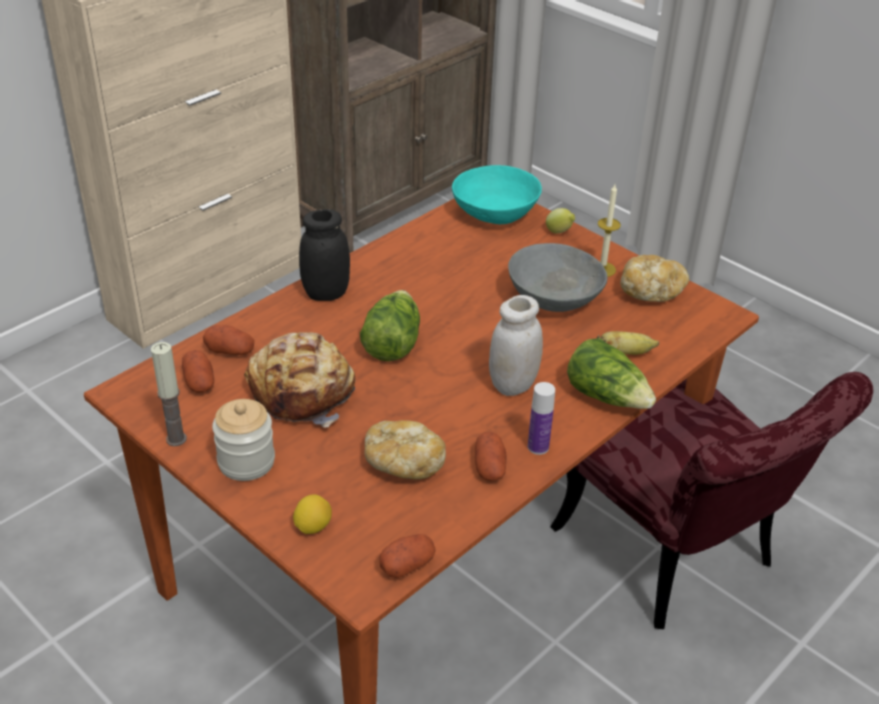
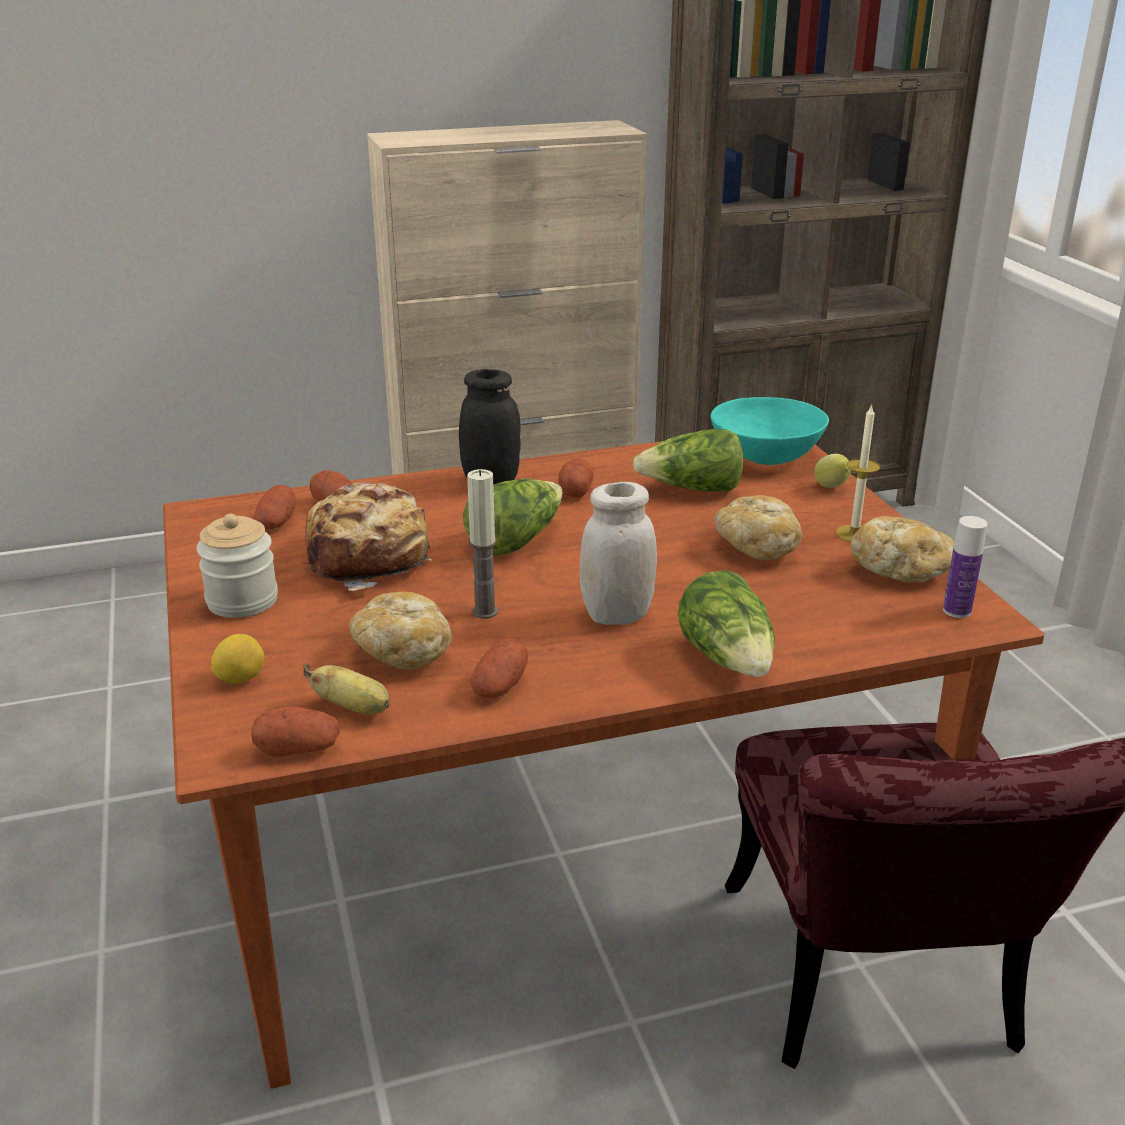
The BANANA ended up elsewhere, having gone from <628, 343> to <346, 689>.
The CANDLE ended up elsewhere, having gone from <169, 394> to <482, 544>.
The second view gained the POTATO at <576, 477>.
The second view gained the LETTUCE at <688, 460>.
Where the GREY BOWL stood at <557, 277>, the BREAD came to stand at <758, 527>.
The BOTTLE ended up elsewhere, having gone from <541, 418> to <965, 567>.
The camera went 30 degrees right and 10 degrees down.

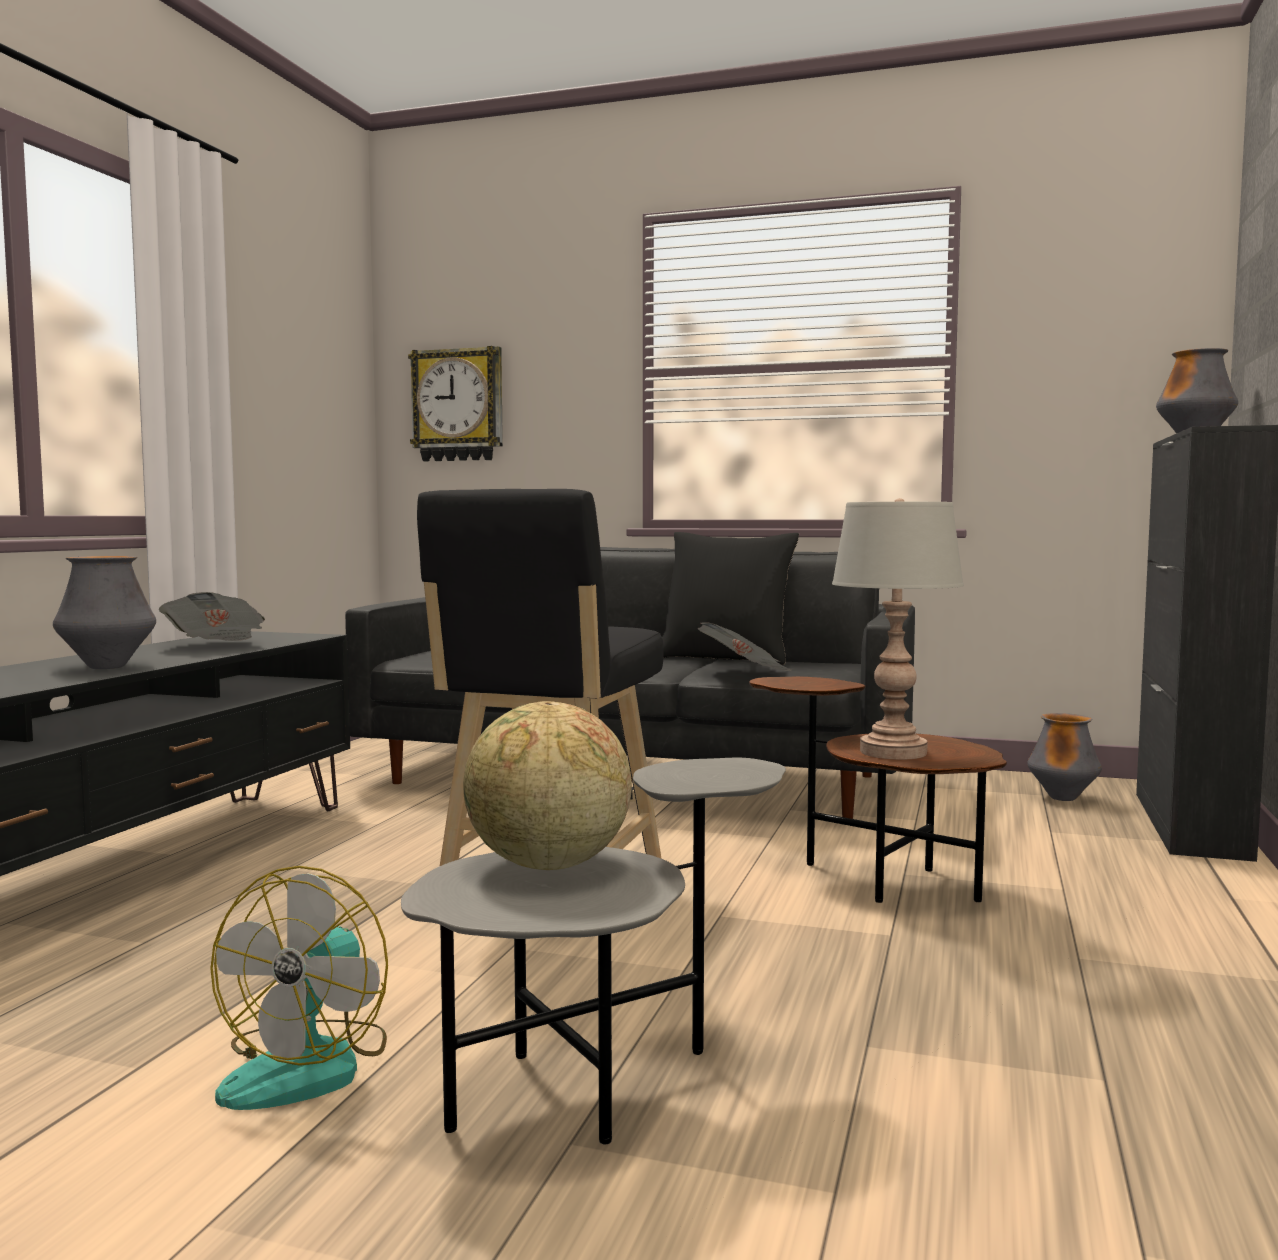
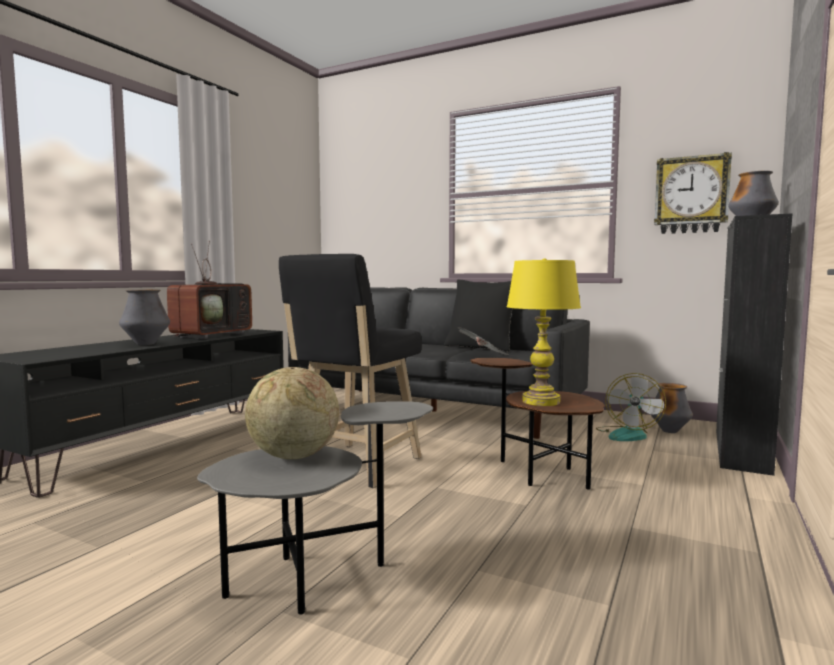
Where the NEWSPAPER stood at <212, 616>, the TELEVISION came to stand at <209, 290>.
What was the GREY TABLE LAMP at <898, 629> turned into the YELLOW TABLE LAMP at <544, 332>.
The FAN ended up elsewhere, having gone from <299, 988> to <631, 407>.
The WALL CLOCK ended up elsewhere, having gone from <455, 403> to <693, 193>.
The camera went 10 degrees right and 0 degrees up.

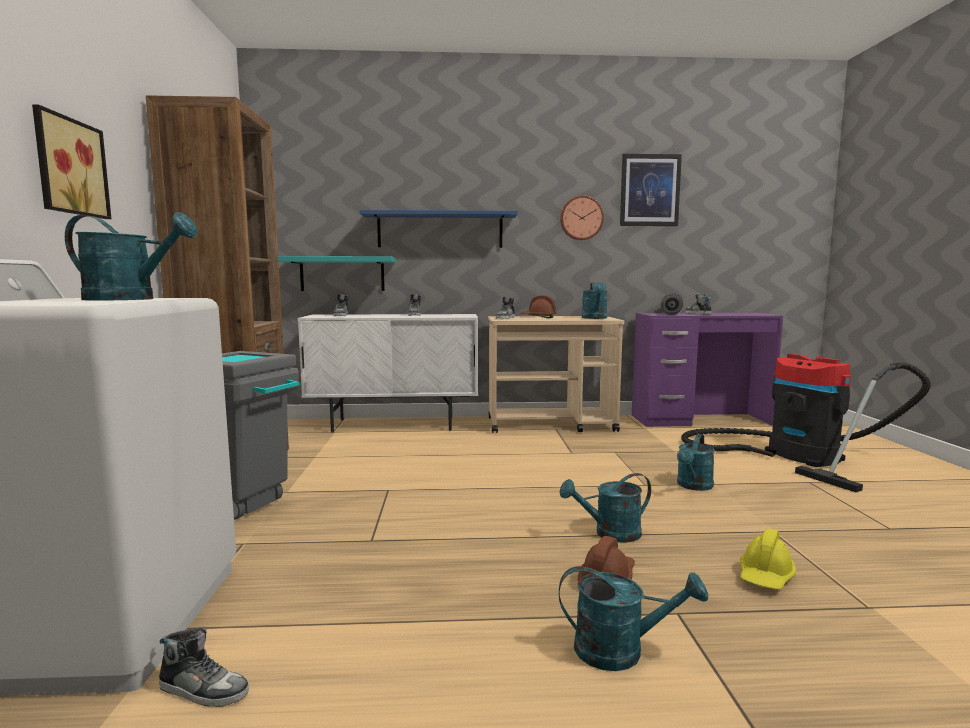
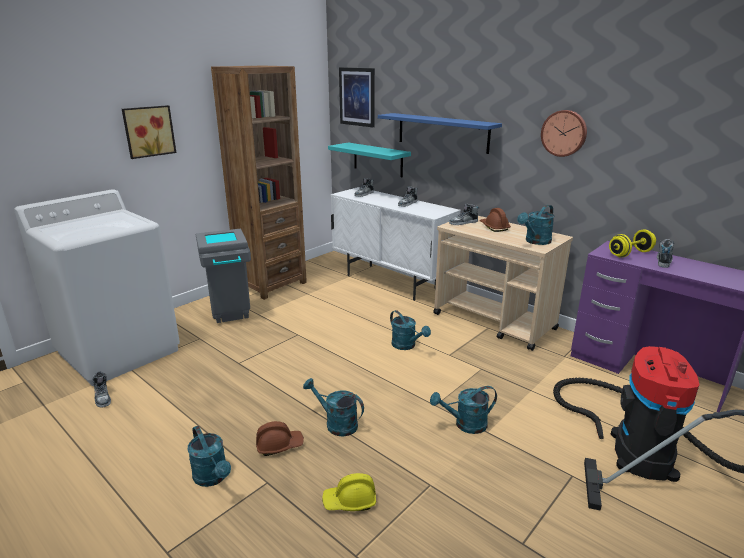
The PICTURE ended up elsewhere, having gone from <651, 190> to <357, 97>.
The TURQUOISE WATERING CAN ended up elsewhere, having gone from <131, 256> to <410, 330>.
What was the GREY DUMBBELL at <672, 304> turned into the YELLOW DUMBBELL at <632, 243>.
The camera went 45 degrees right and 15 degrees up.

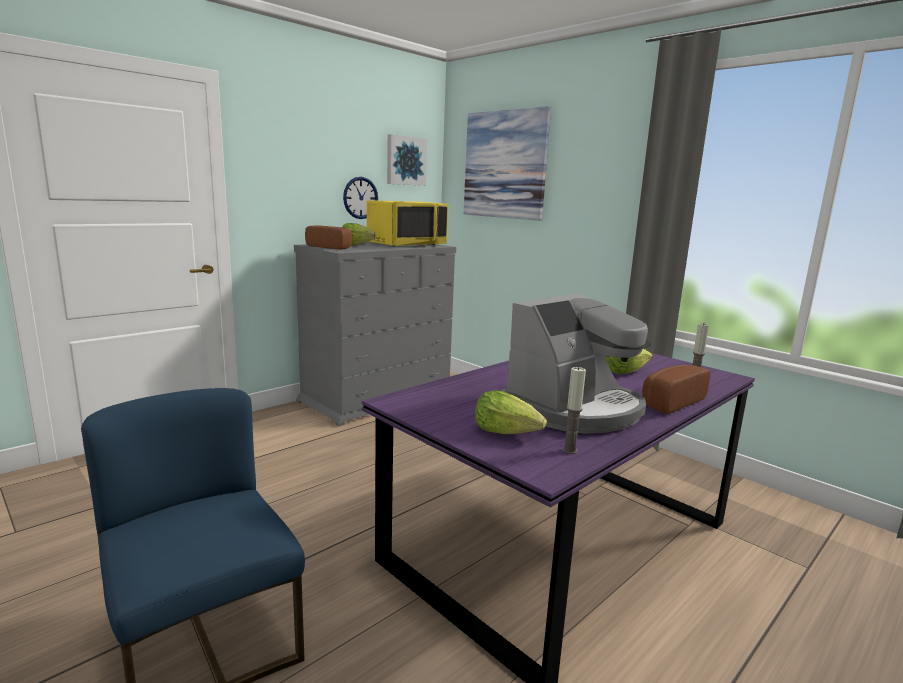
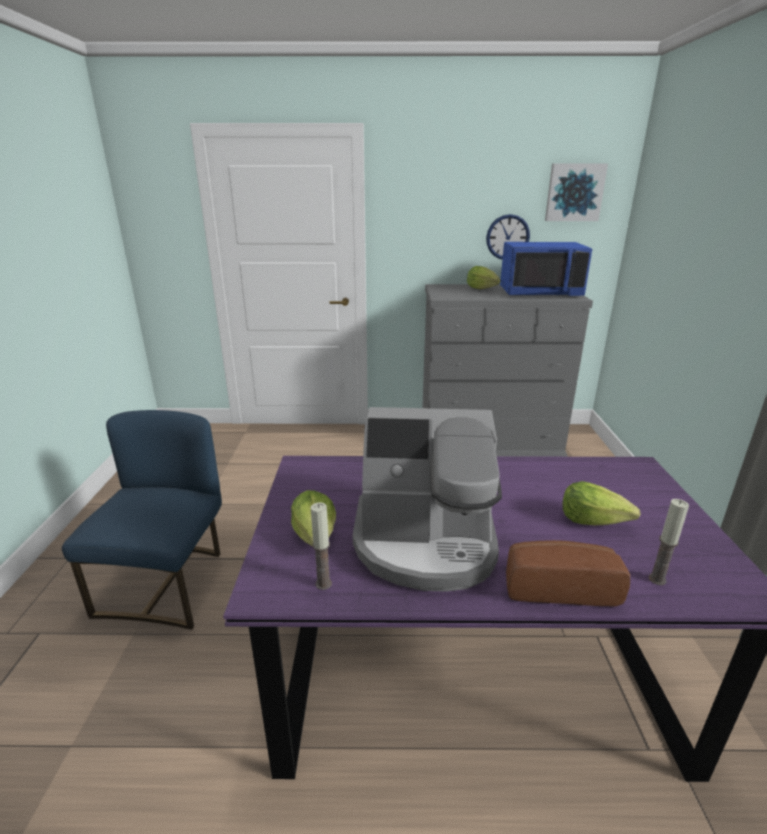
What was the YELLOW MICROWAVE at <407, 223> turned into the BLUE MICROWAVE at <546, 269>.
The second view lost the BREAD at <328, 237>.
The second view lost the PICTURE at <507, 163>.
The camera went 45 degrees right and 10 degrees up.

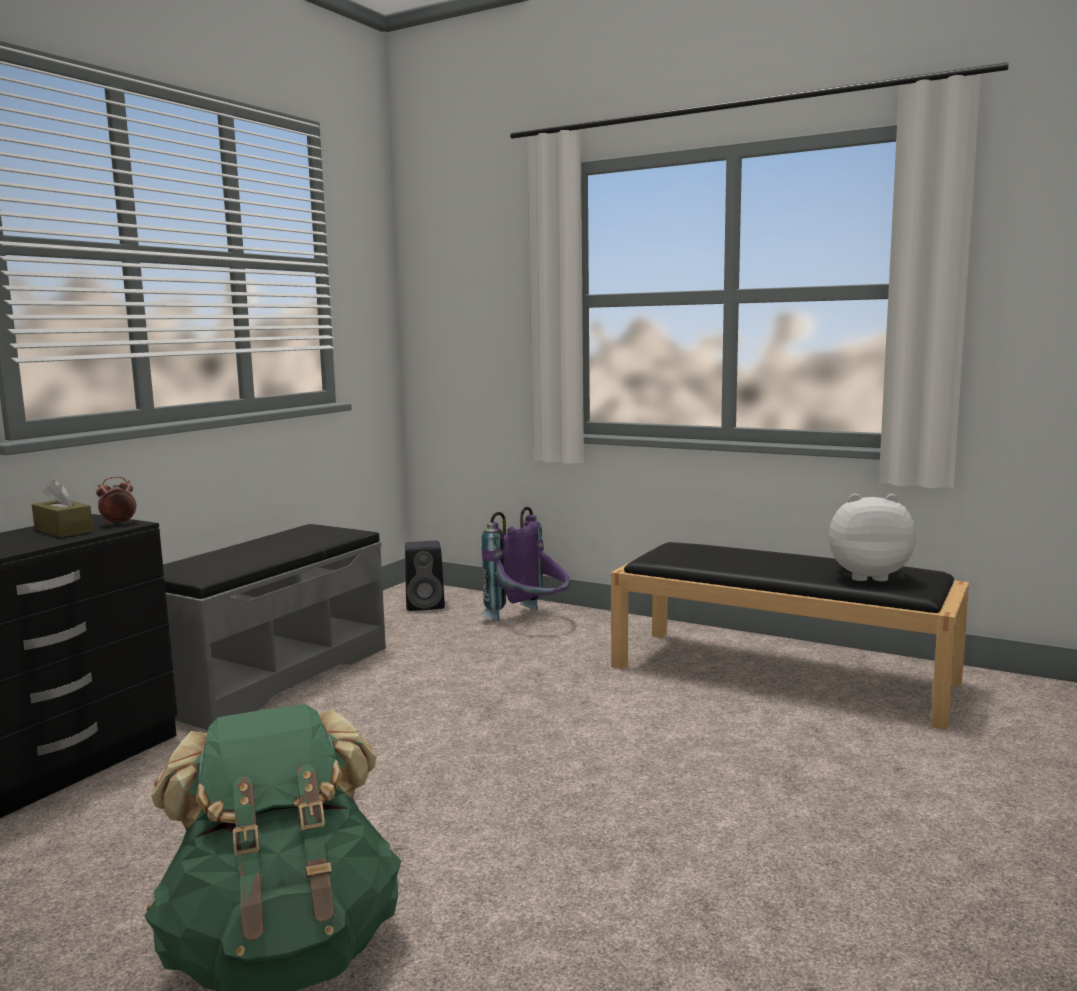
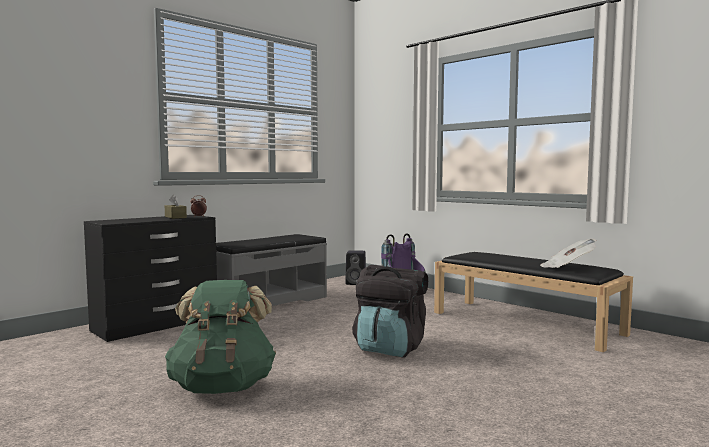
The second view gained the BLACK BACKPACK at <390, 311>.
Where the PLUSH TOY stood at <872, 537>, the NEWSPAPER came to stand at <568, 253>.
The camera went 15 degrees right and 5 degrees down.

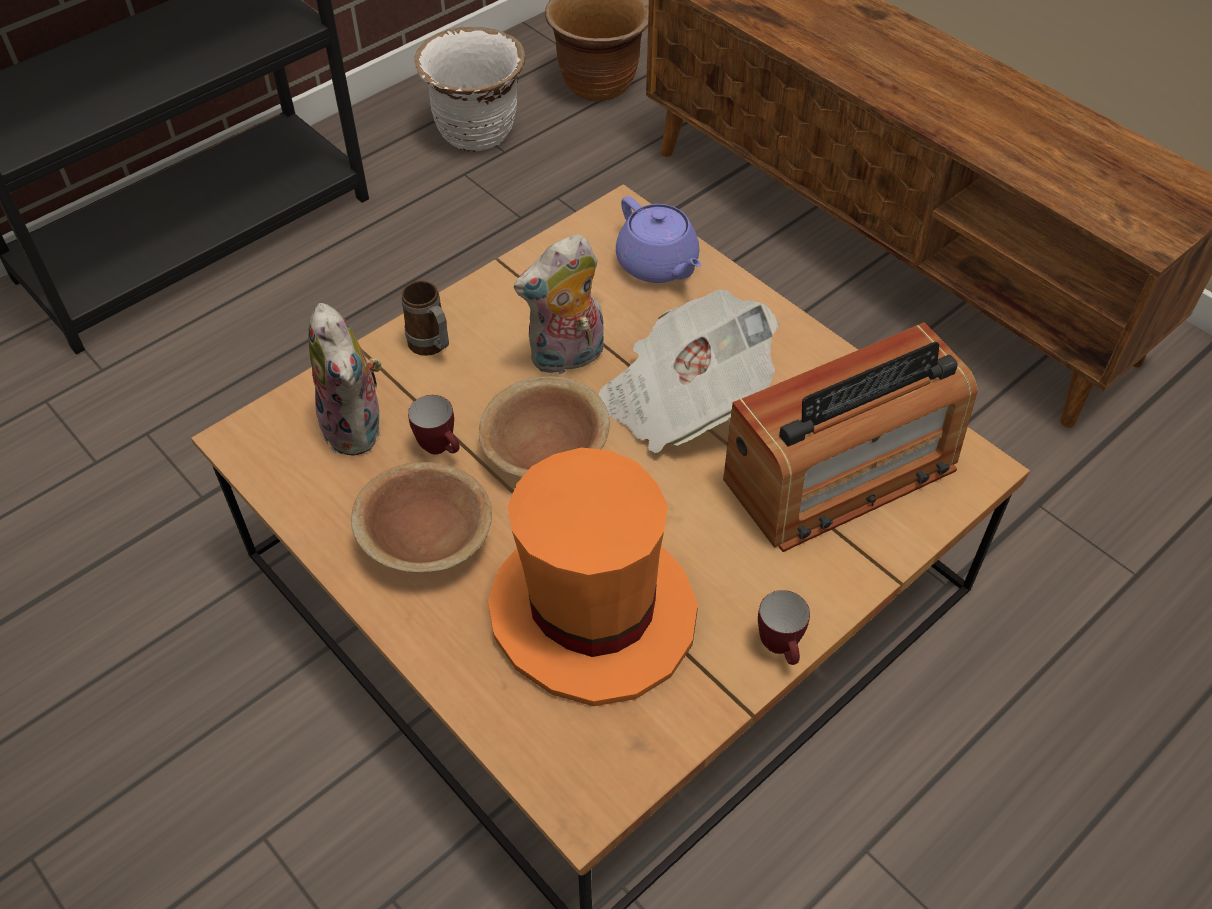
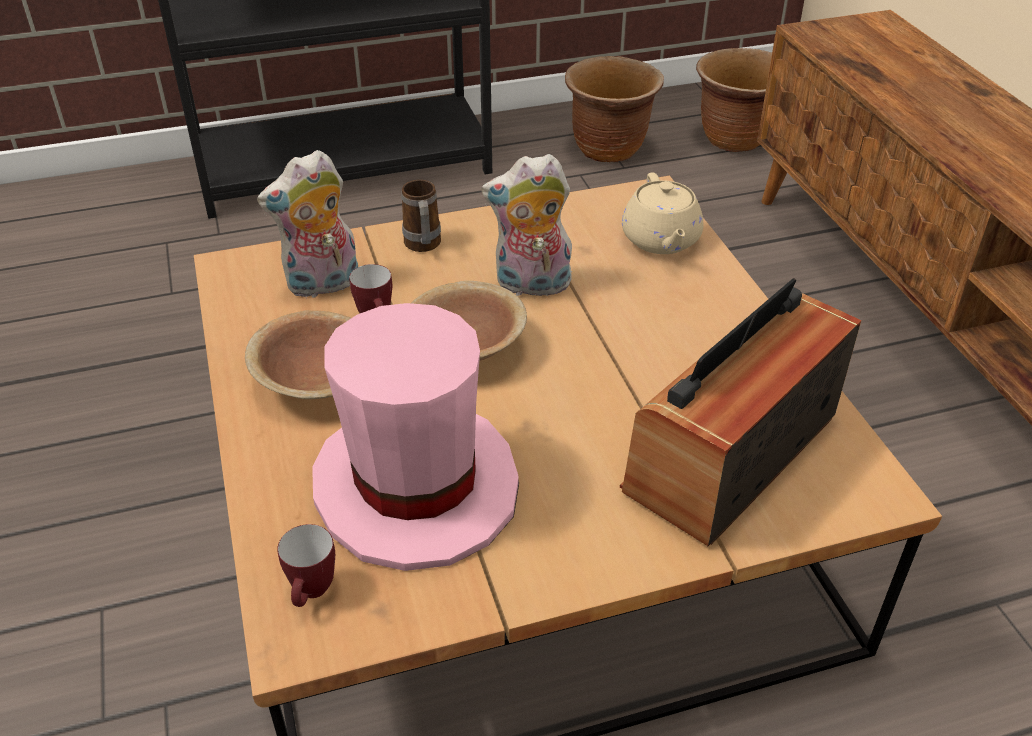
The PLUSH TOY at <345, 379> ended up facing another way, 60 degrees clockwise from before.
The MUG ended up elsewhere, having gone from <784, 627> to <306, 565>.
What was the ORANGE HAT at <593, 577> turned into the PINK HAT at <415, 437>.
What was the WHITE PLANTER at <469, 89> turned into the BROWN PLANTER at <614, 109>.
The RADIO at <850, 437> ended up facing another way, 135 degrees clockwise from before.
What was the PURPLE TEAPOT at <658, 239> turned into the BEIGE TEAPOT at <662, 213>.
The second view lost the NEWSPAPER at <688, 371>.
The camera went 25 degrees right and 10 degrees down.

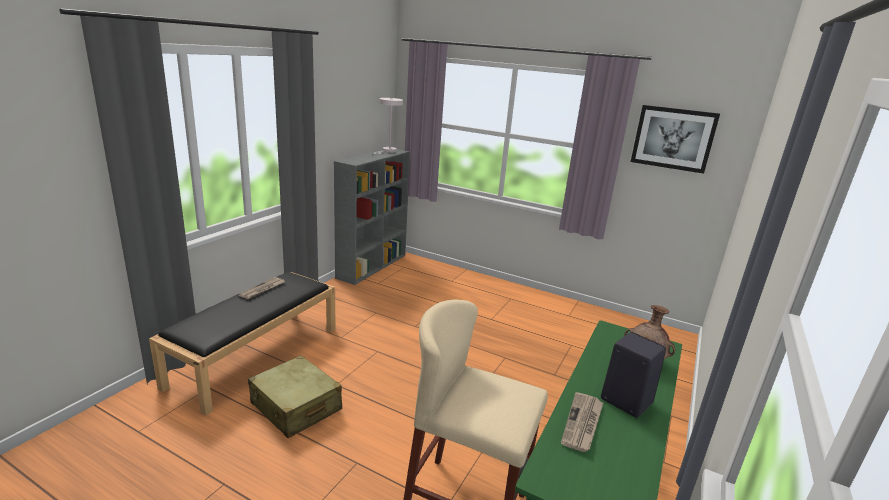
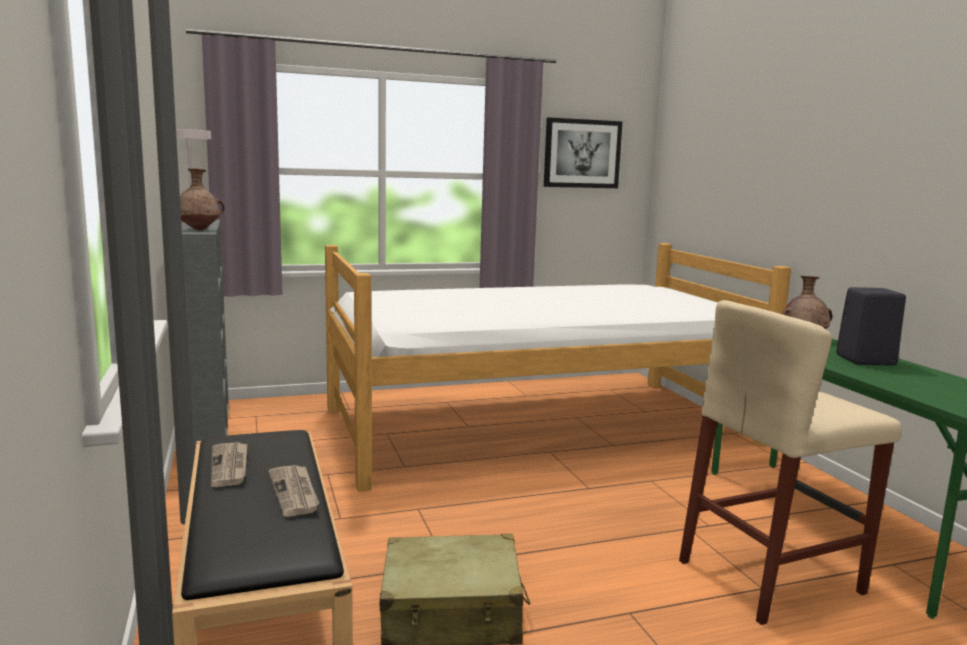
The second view gained the BROWN VASE at <202, 199>.
The NEWSPAPER ended up elsewhere, having gone from <582, 422> to <294, 491>.
The second view gained the BED at <558, 367>.
The camera went 45 degrees left and 10 degrees down.

